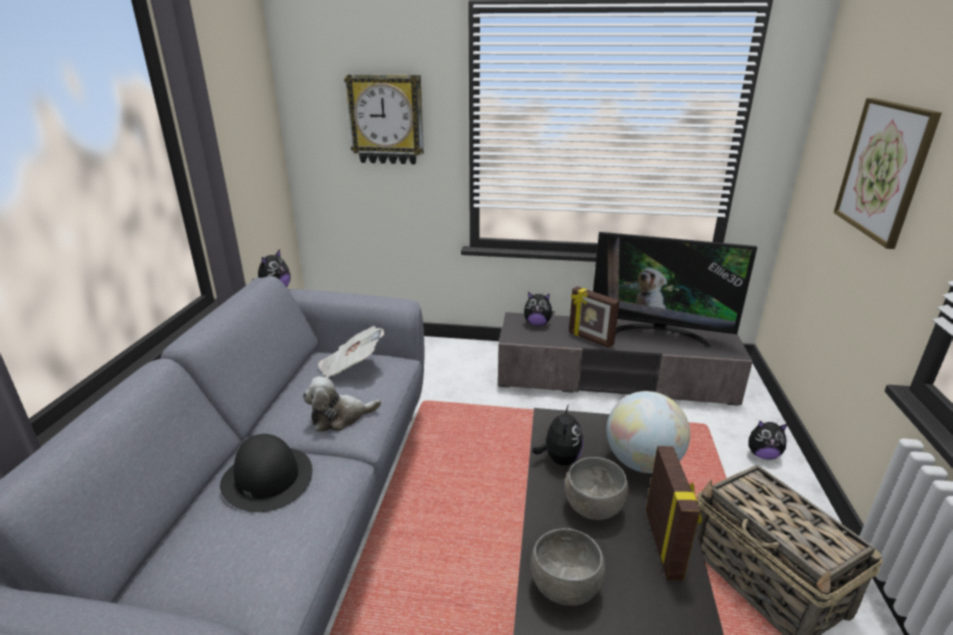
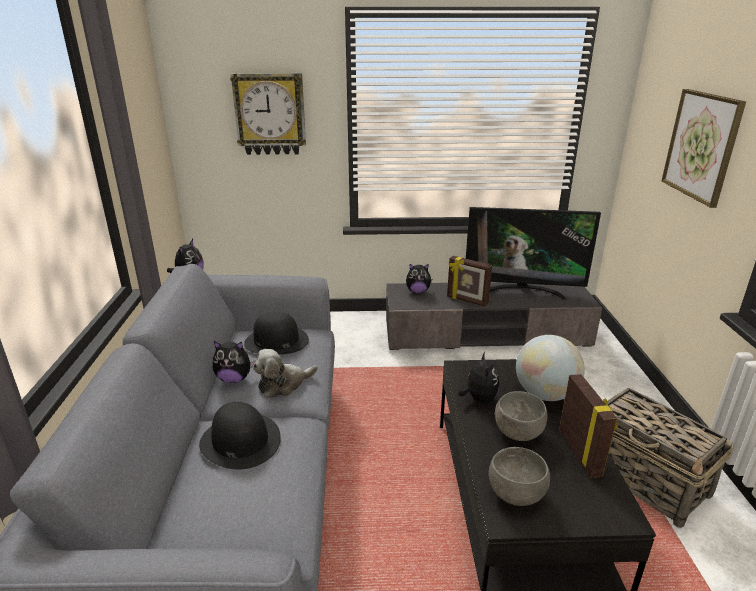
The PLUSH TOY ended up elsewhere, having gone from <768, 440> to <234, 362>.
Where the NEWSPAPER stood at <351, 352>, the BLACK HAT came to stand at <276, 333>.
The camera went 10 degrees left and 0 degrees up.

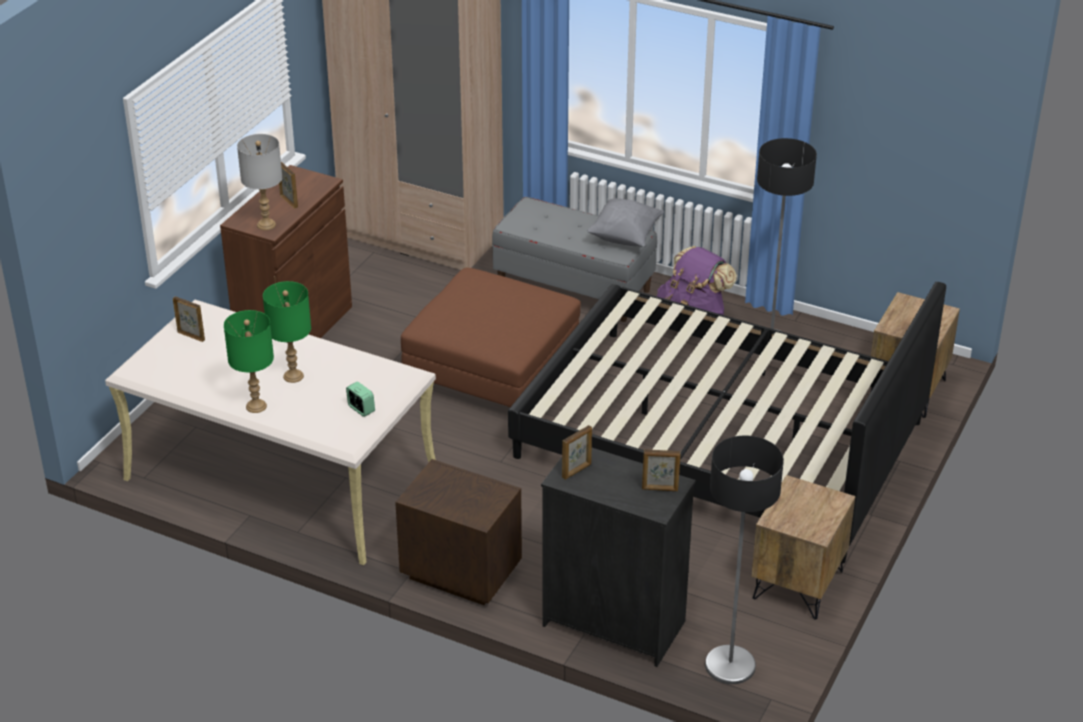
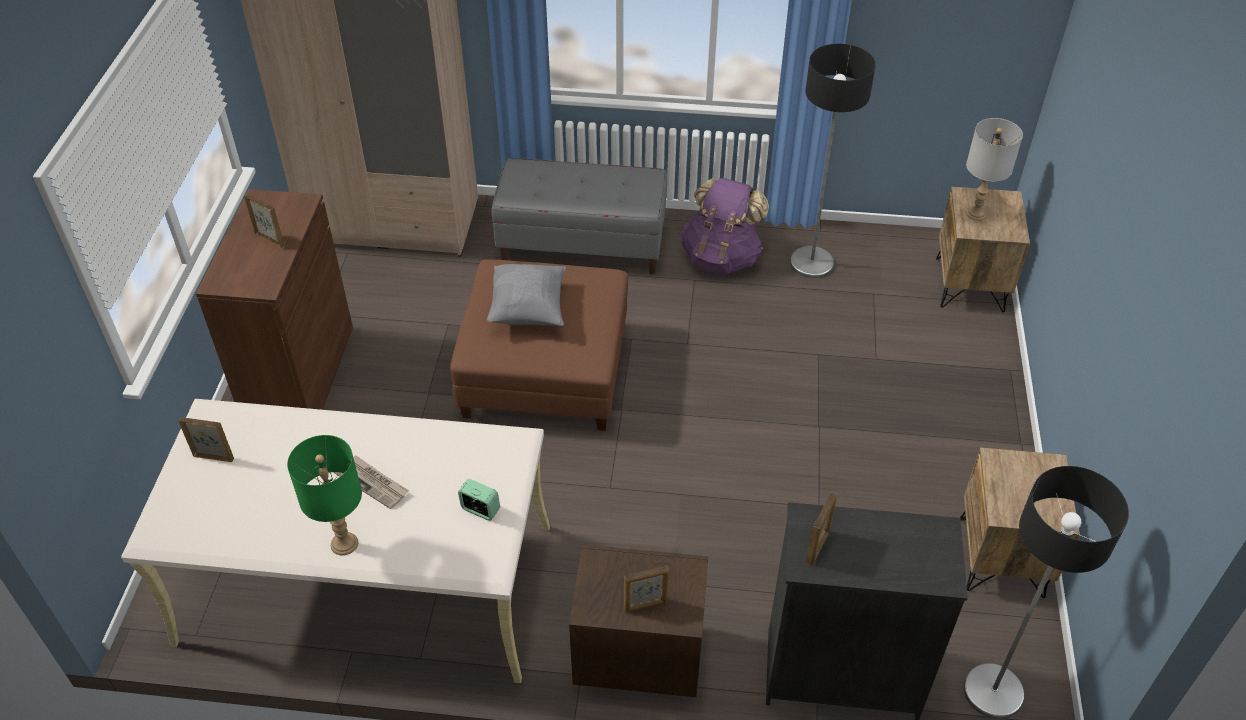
Where the GREEN TABLE LAMP stood at <287, 332>, the NEWSPAPER came to stand at <371, 482>.
The GREY PILLOW ended up elsewhere, having gone from <625, 222> to <526, 295>.
The PICTURE FRAME ended up elsewhere, having gone from <661, 470> to <646, 589>.
The GREY TABLE LAMP ended up elsewhere, having gone from <259, 182> to <994, 169>.
The second view lost the BLACK BED at <727, 422>.
The camera went 20 degrees left and 10 degrees up.

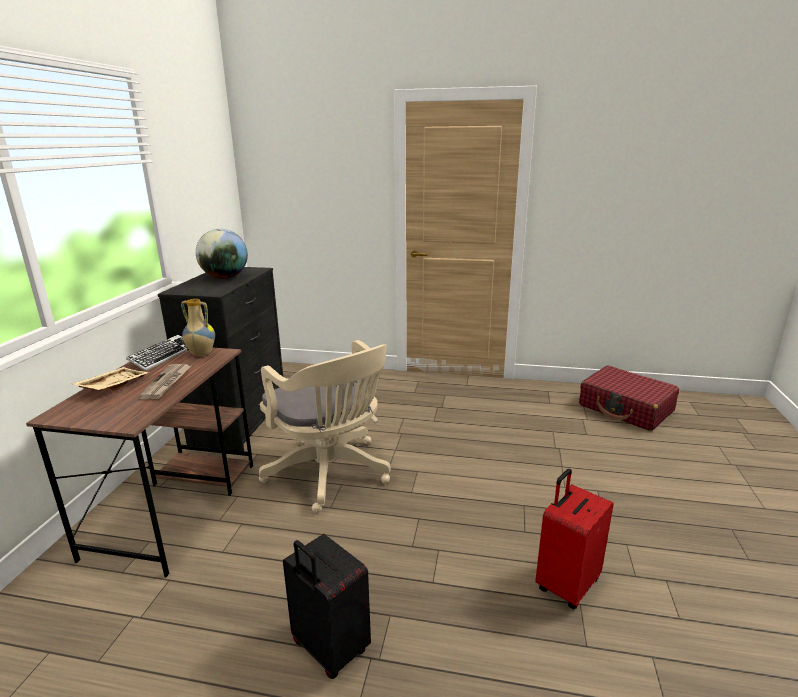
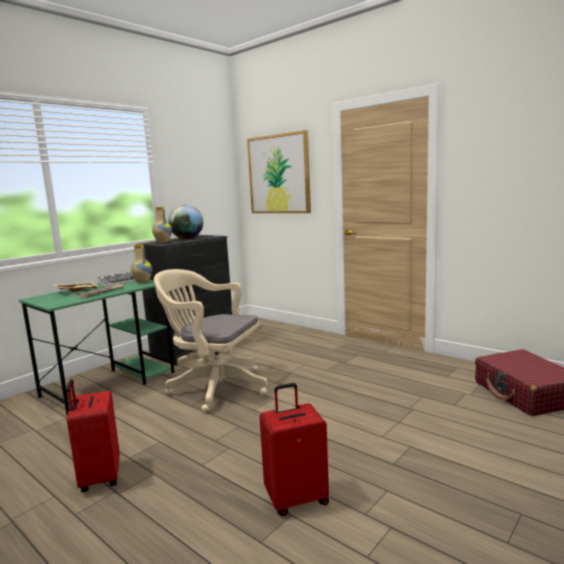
What was the BROWN DESK at <139, 462> turned into the GREEN DESK at <97, 348>.
What was the BLACK SUITCASE at <327, 606> turned into the RED SUITCASE at <93, 435>.
The second view gained the VASE at <162, 225>.
The BEIGE OFFICE CHAIR at <325, 426> ended up facing another way, 120 degrees clockwise from before.
The second view gained the PICTURE at <279, 171>.
The camera went 30 degrees right and 10 degrees down.

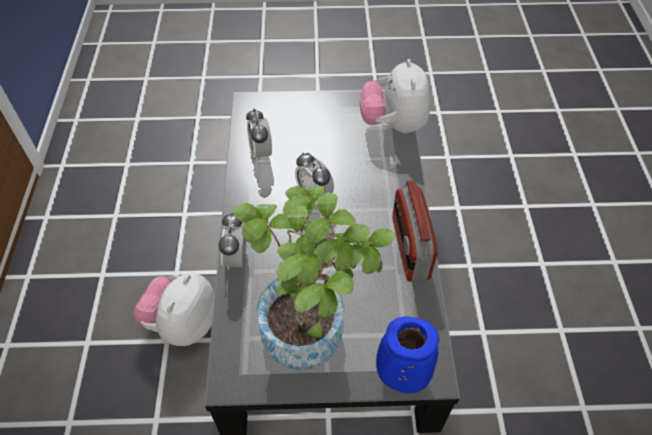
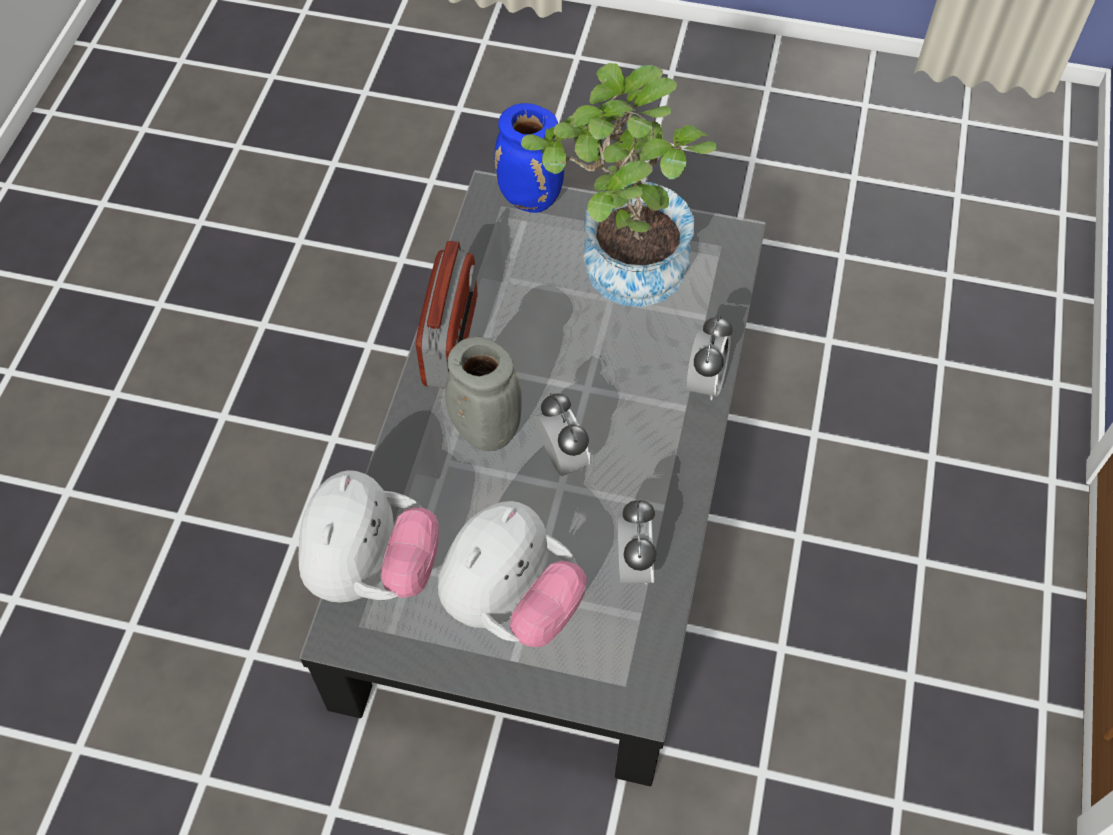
The PLUSH TOY ended up elsewhere, having gone from <174, 309> to <512, 574>.
The second view gained the GREY VASE at <483, 394>.
The camera went 165 degrees left and 5 degrees up.

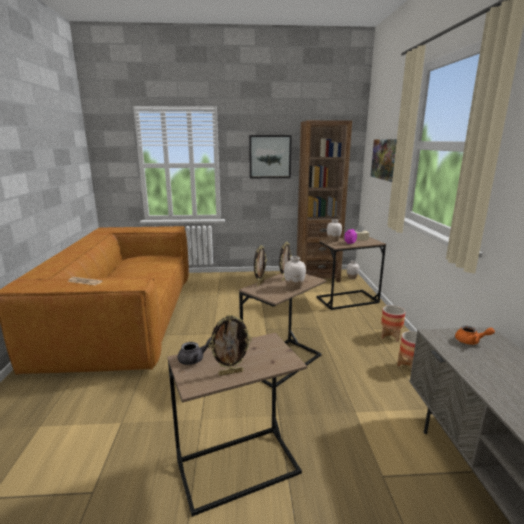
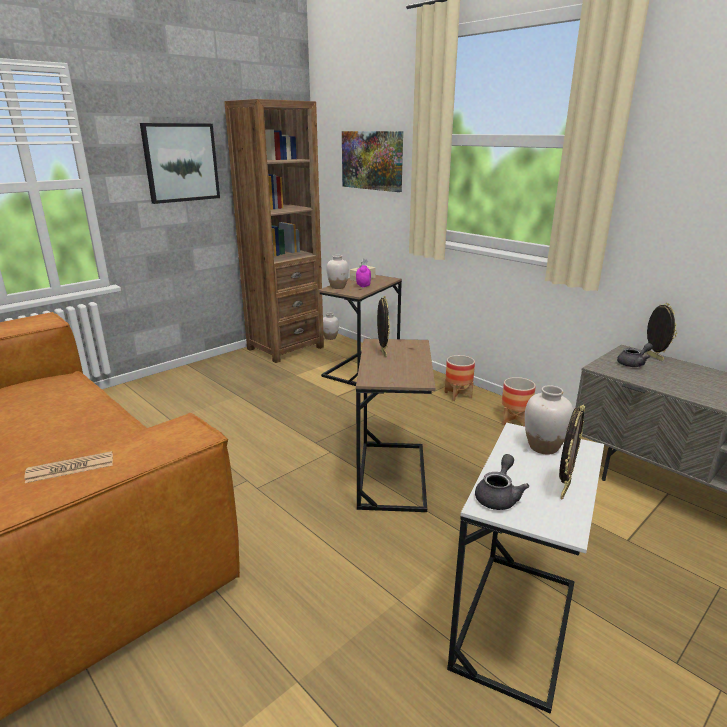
What was the BROWN SIDE TABLE at <237, 425> turned into the WHITE SIDE TABLE at <525, 568>.
The WHITE VASE ended up elsewhere, having gone from <295, 273> to <549, 420>.
What was the ORANGE TEAPOT at <475, 335> turned into the GREY TEAPOT at <635, 355>.
The PICTURE FRAME ended up elsewhere, having gone from <260, 265> to <662, 332>.
The camera went 40 degrees left and 5 degrees up.

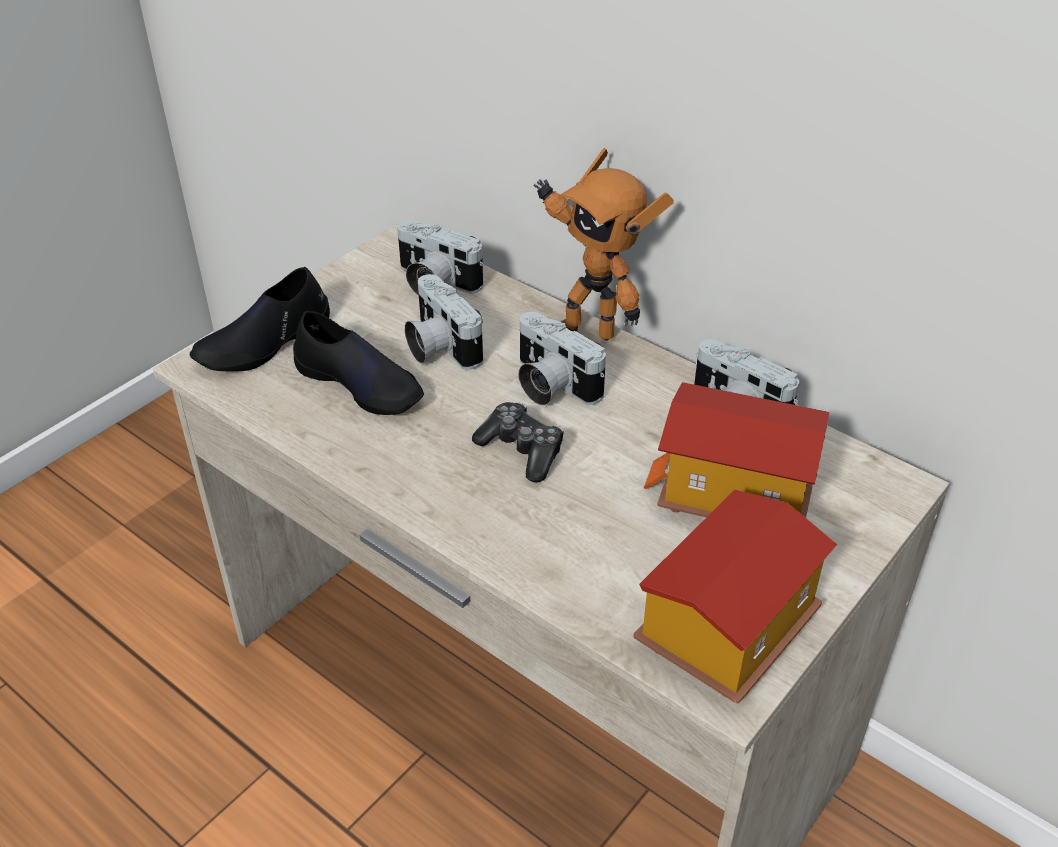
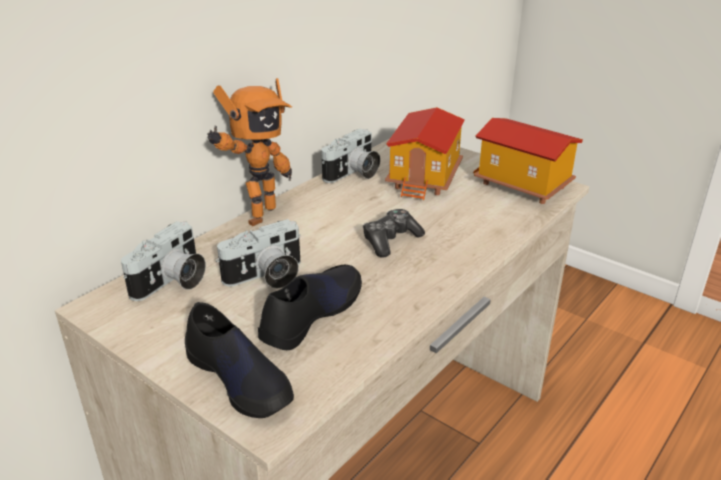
The second view lost the PHOTO CAMERA at <562, 359>.
The camera went 90 degrees left and 10 degrees down.

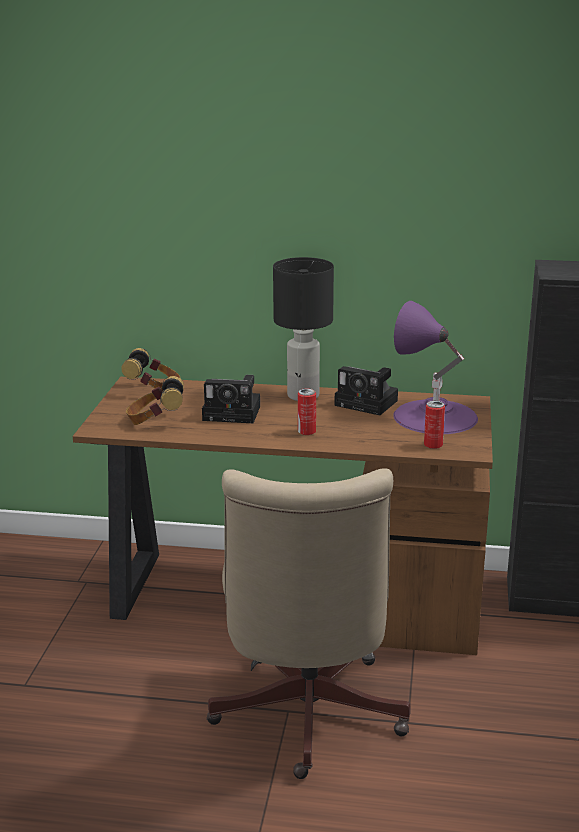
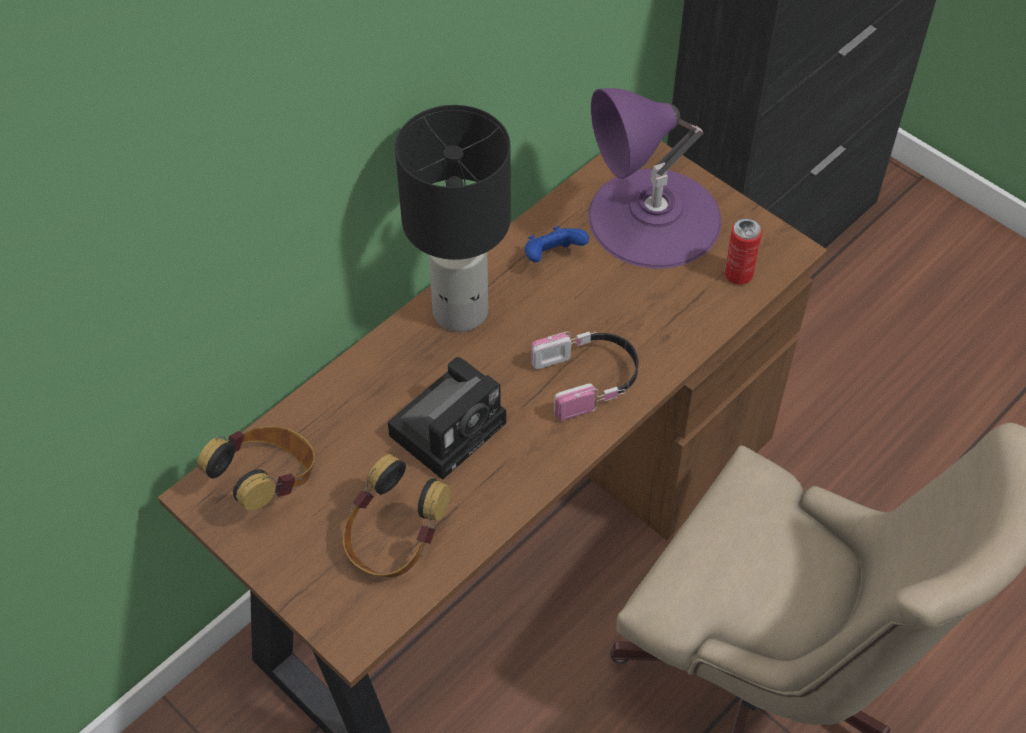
Where the PHOTO CAMERA stood at <366, 390>, the BLUE GAME CONTROLLER came to stand at <557, 244>.
Where the CAN stood at <307, 411>, the HEADPHONES came to stand at <585, 375>.
The camera went 55 degrees left and 30 degrees up.

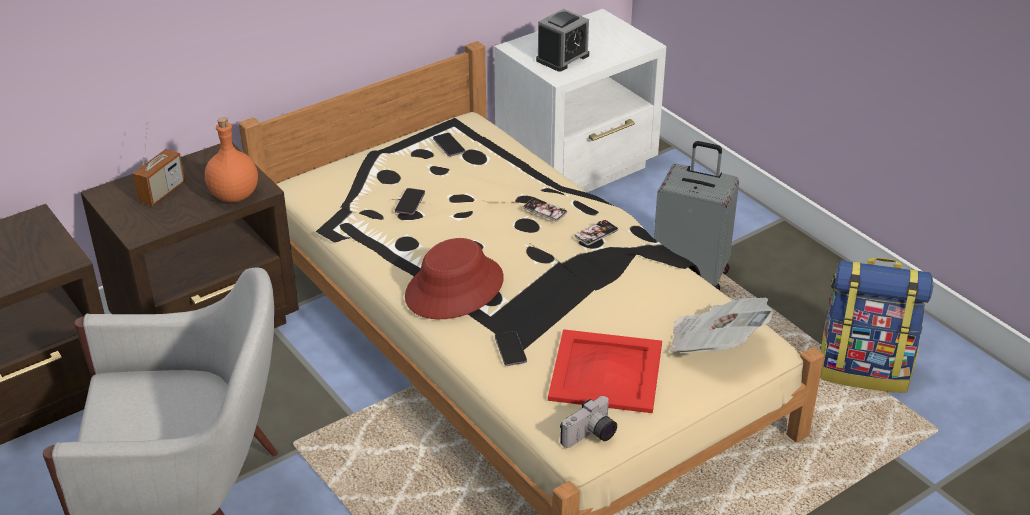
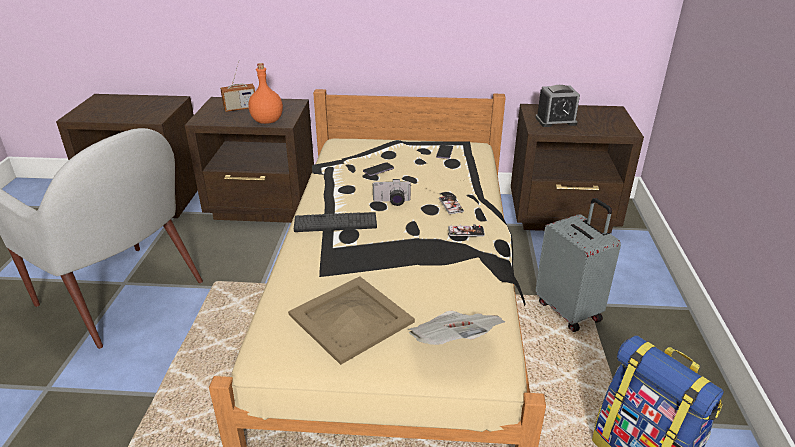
What was the RED TRAY at <605, 371> turned into the BEIGE TRAY at <351, 320>.
Where the RED HAT stood at <454, 278>, the KEYBOARD came to stand at <335, 222>.
The PHOTO CAMERA ended up elsewhere, having gone from <588, 422> to <392, 192>.
What was the WHITE NIGHTSTAND at <580, 100> turned into the BROWN NIGHTSTAND at <577, 168>.
The second view lost the PHONE at <511, 348>.
The camera went 40 degrees right and 5 degrees down.

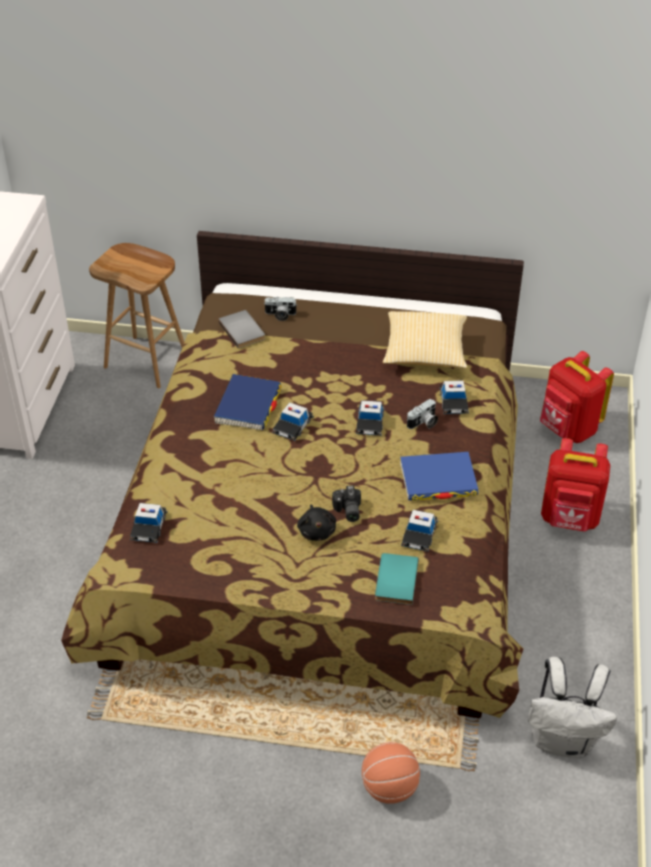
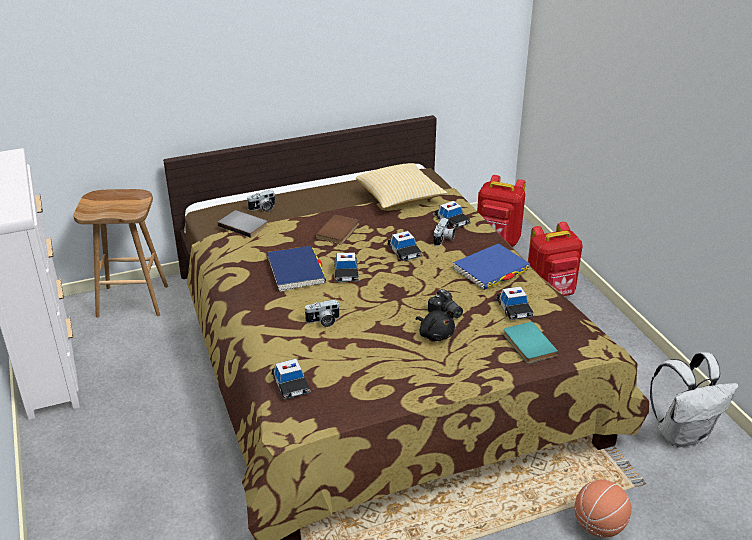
The second view gained the PHOTO CAMERA at <322, 313>.
The second view gained the BROWN BOOK at <337, 229>.
The camera went 30 degrees left and 10 degrees down.

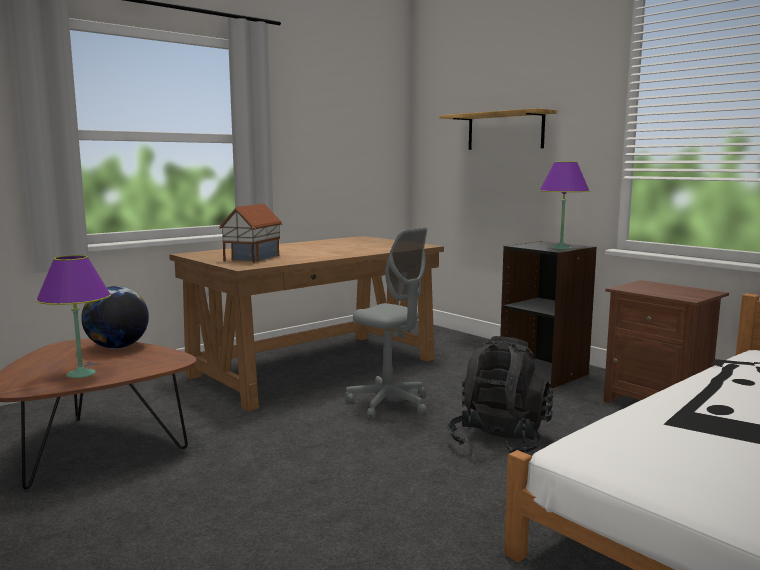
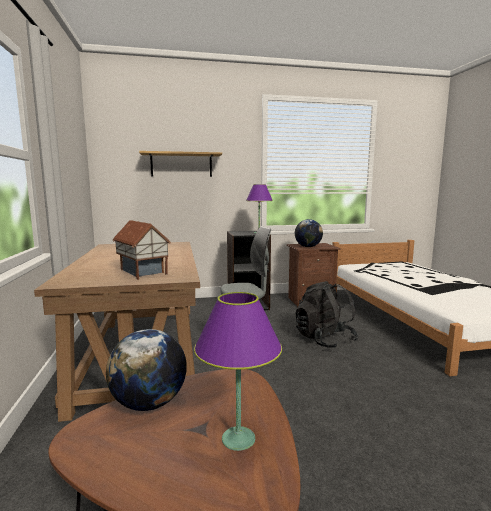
The second view gained the GLOBE at <309, 233>.
The camera went 60 degrees left and 0 degrees up.

